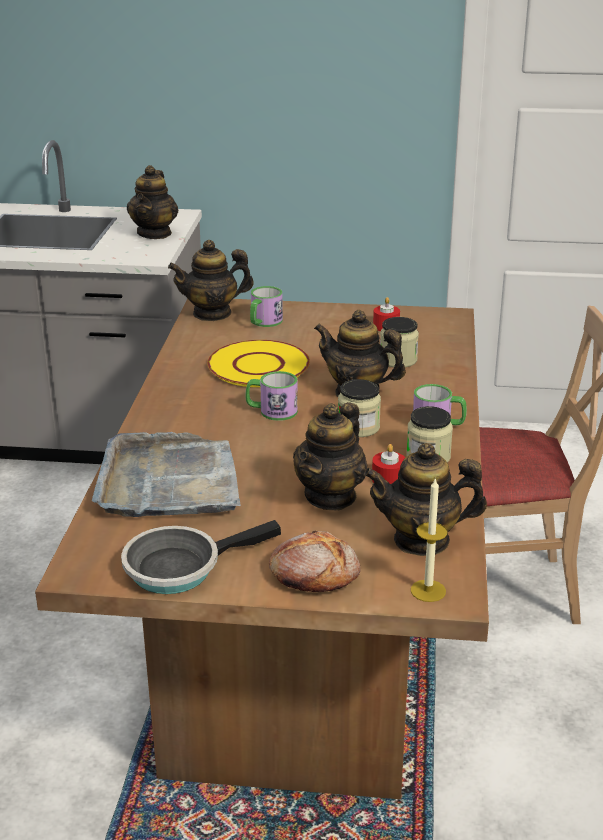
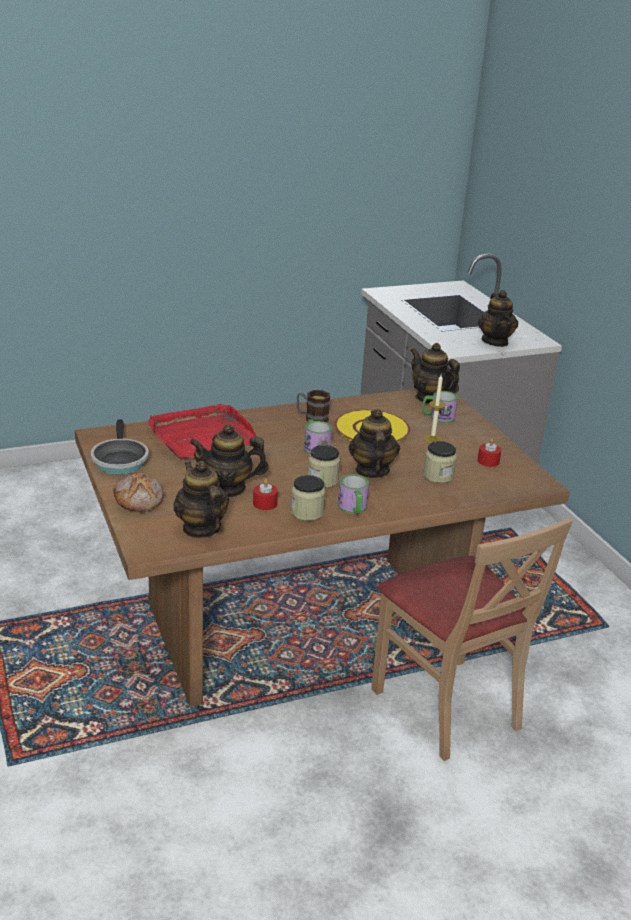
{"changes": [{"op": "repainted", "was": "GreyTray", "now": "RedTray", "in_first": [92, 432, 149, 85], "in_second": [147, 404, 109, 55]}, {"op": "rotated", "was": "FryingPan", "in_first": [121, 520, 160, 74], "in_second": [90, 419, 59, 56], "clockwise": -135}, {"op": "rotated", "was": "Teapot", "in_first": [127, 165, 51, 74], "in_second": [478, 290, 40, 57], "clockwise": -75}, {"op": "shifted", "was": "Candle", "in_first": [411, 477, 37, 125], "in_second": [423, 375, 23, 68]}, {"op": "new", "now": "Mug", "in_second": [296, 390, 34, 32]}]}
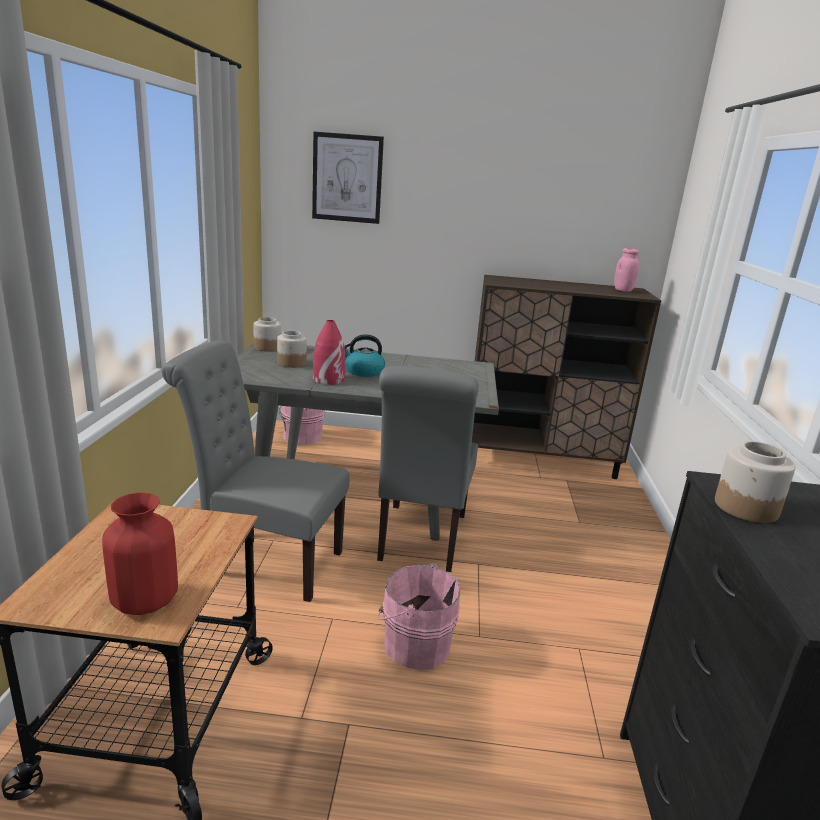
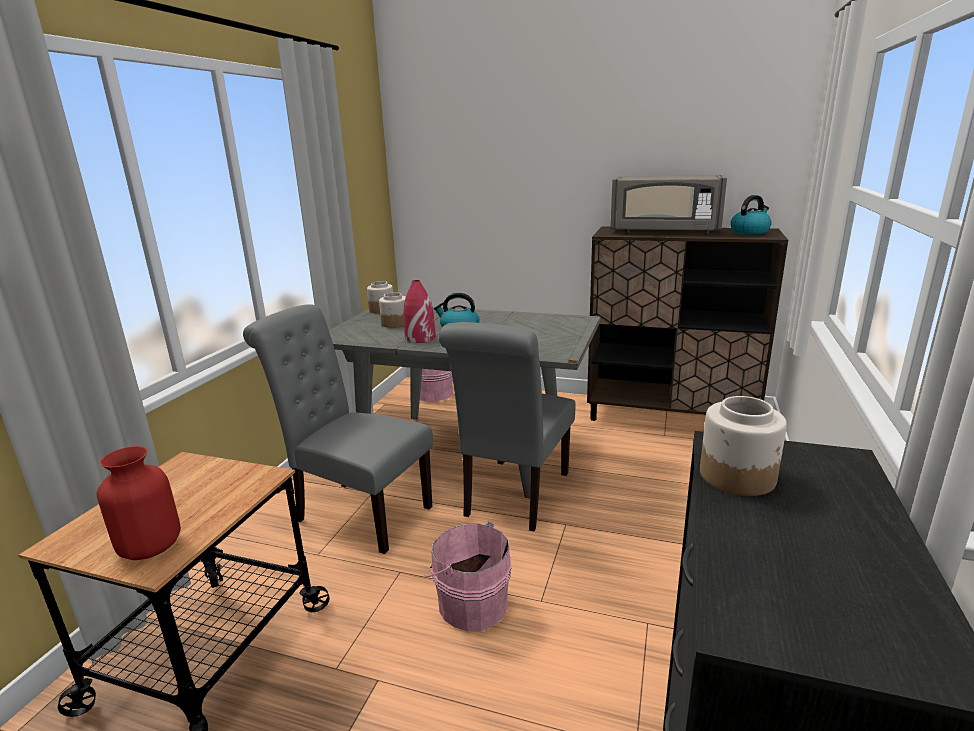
{"changes": [{"op": "gone", "was": "Picture", "in_first": [312, 132, 72, 92]}, {"op": "swapped", "was": "PinkJar", "now": "Kettle", "in_first": [614, 248, 25, 44], "in_second": [730, 195, 42, 40]}, {"op": "new", "now": "GreyMicrowave", "in_second": [610, 175, 117, 59]}]}
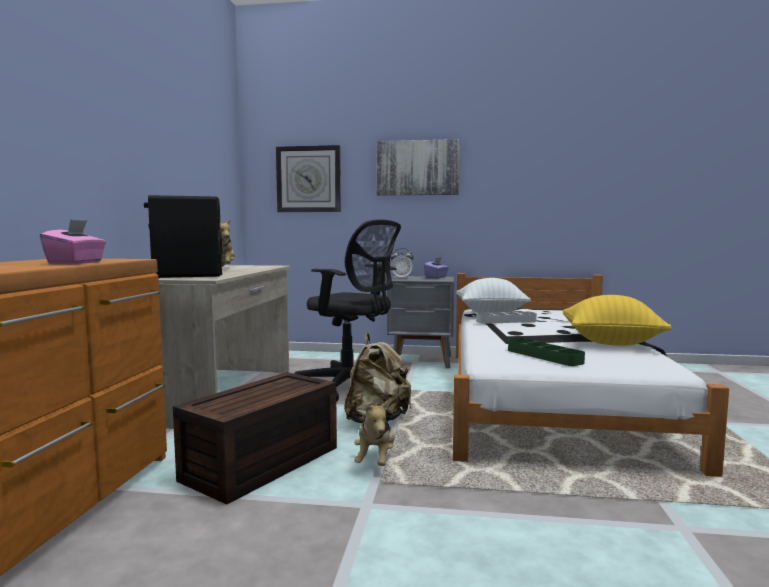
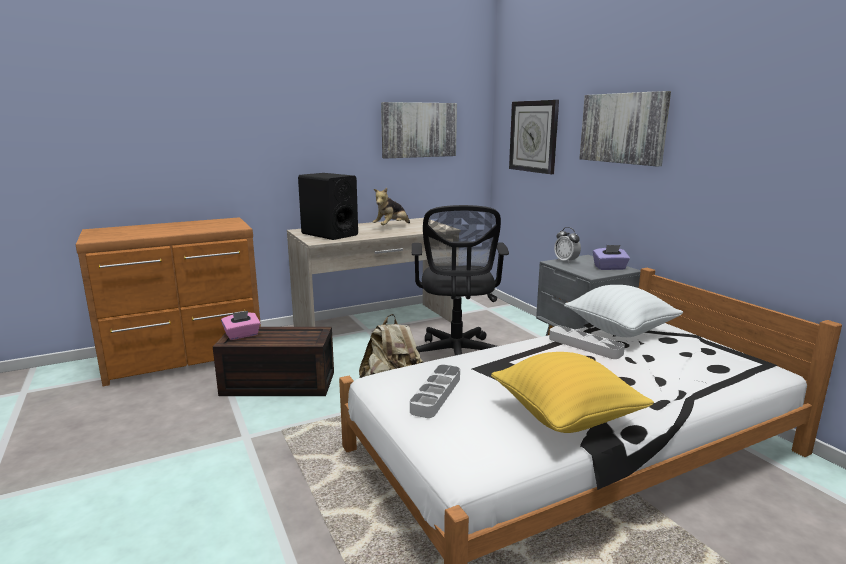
{"changes": [{"op": "shifted", "was": "PinkTissueBox", "in_first": [40, 219, 66, 45], "in_second": [221, 311, 39, 29]}, {"op": "gone", "was": "PlushToy", "in_first": [354, 400, 41, 66]}, {"op": "repainted", "was": "GreenTray", "now": "GreyTray", "in_first": [508, 338, 77, 28], "in_second": [410, 364, 50, 54]}, {"op": "new", "now": "Picture", "in_second": [381, 102, 76, 57]}]}
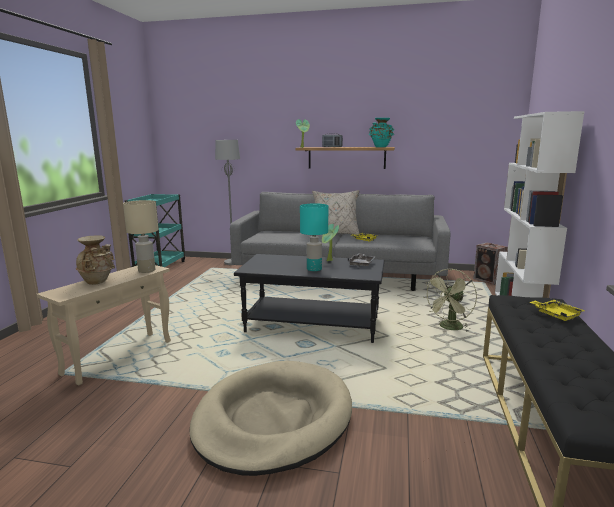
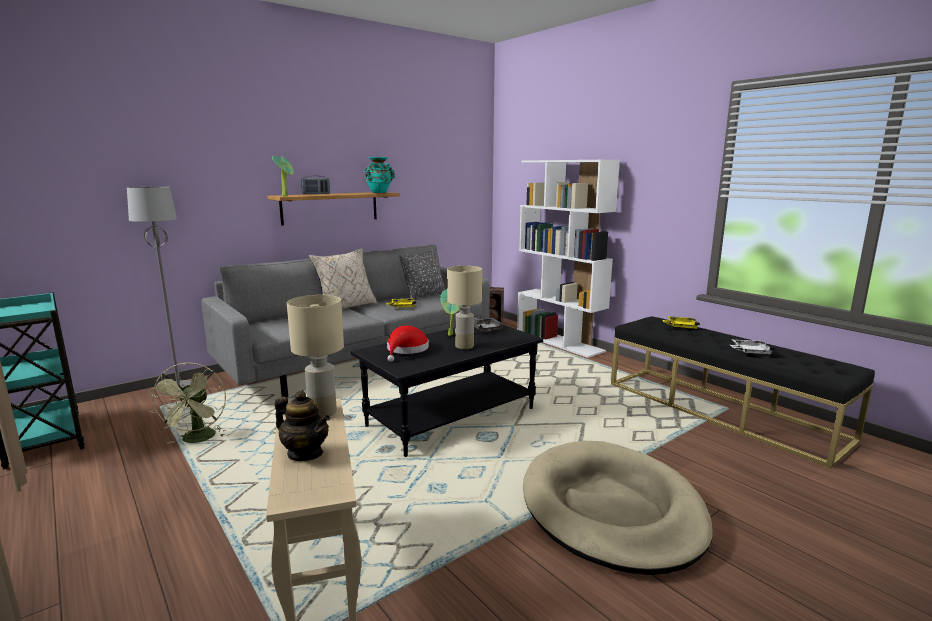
{"changes": [{"op": "swapped", "was": "BeigeVase", "now": "Teapot", "in_first": [76, 235, 39, 50], "in_second": [275, 391, 55, 70]}, {"op": "repainted", "was": "TurquoiseTableLamp", "now": "BeigeTableLamp", "in_first": [300, 203, 28, 68], "in_second": [447, 266, 35, 83]}, {"op": "shifted", "was": "GreenFan", "in_first": [425, 269, 52, 62], "in_second": [148, 362, 78, 82]}, {"op": "new", "now": "RedHat", "in_second": [387, 325, 42, 37]}, {"op": "new", "now": "GreyPillow", "in_second": [400, 249, 45, 52]}, {"op": "new", "now": "WhiteTray", "in_second": [730, 339, 45, 15]}]}
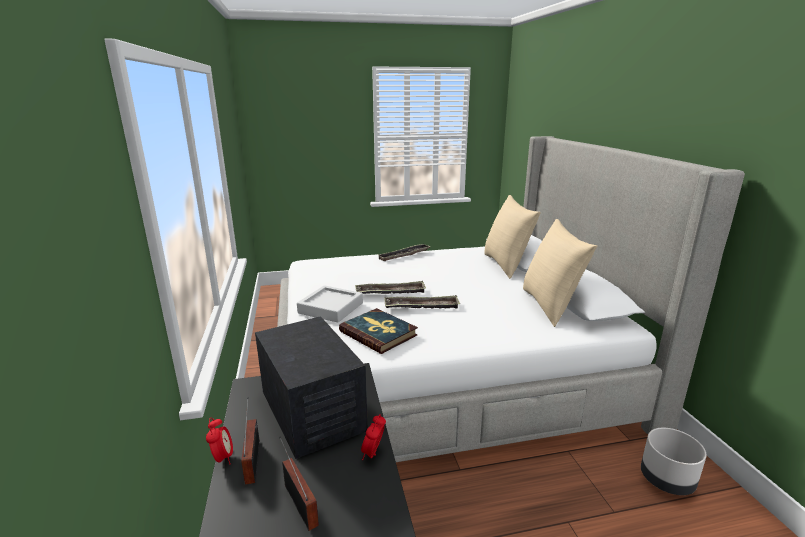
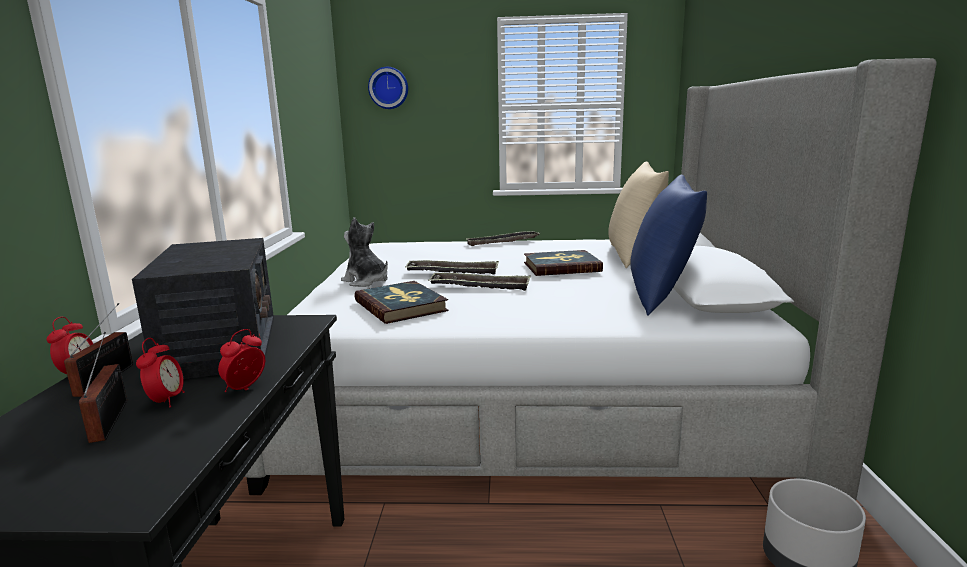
{"changes": [{"op": "swapped", "was": "GreyTray", "now": "PlushToy", "in_first": [297, 285, 66, 38], "in_second": [341, 217, 47, 70]}, {"op": "repainted", "was": "BeigePillow", "now": "BluePillow", "in_first": [523, 219, 74, 108], "in_second": [630, 175, 77, 141]}, {"op": "new", "now": "AlarmClock", "in_second": [136, 338, 49, 70]}, {"op": "new", "now": "WallClock", "in_second": [368, 67, 40, 42]}, {"op": "new", "now": "Book", "in_second": [524, 250, 79, 26]}]}
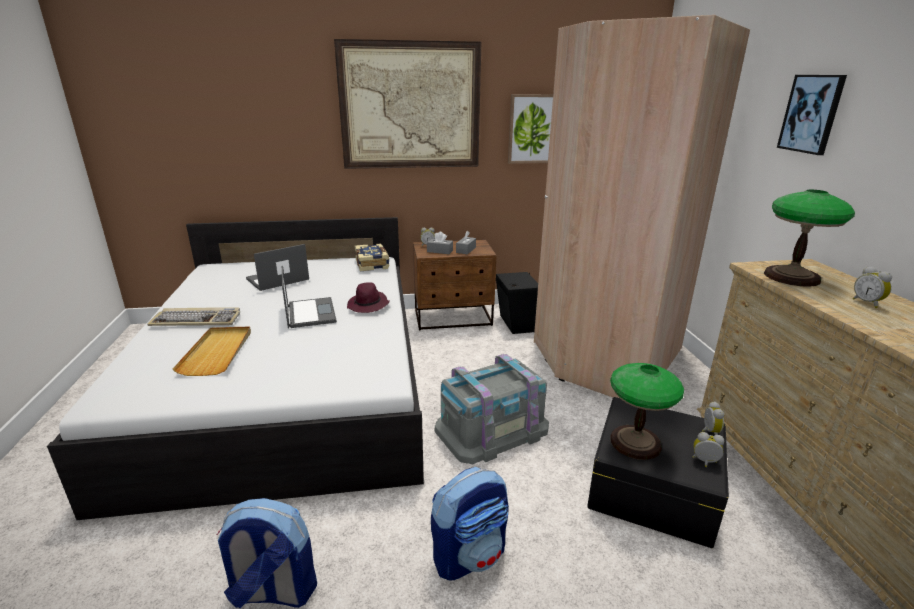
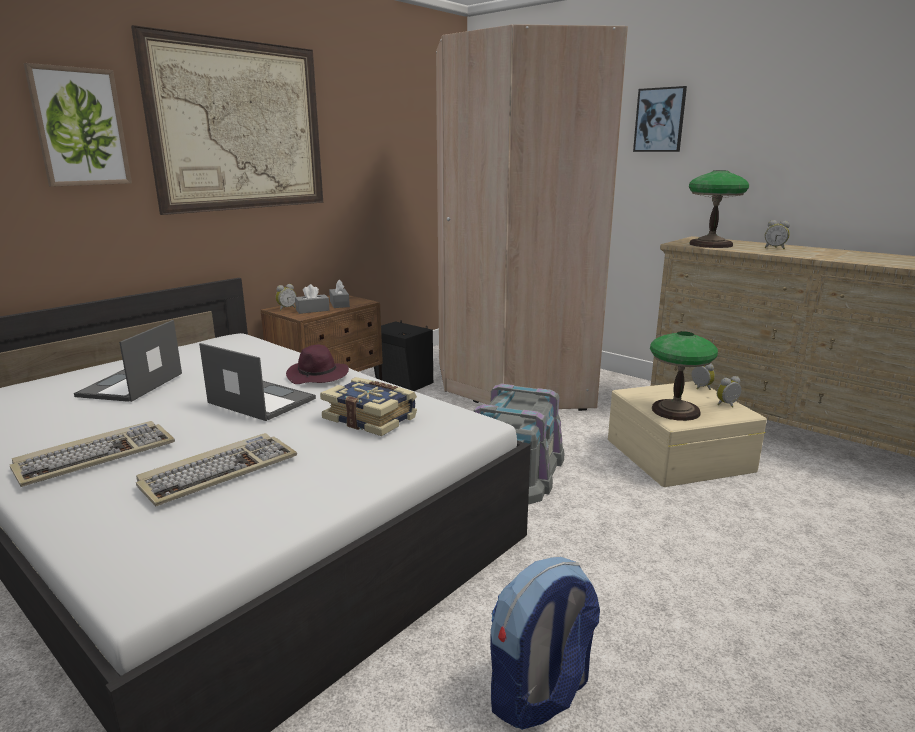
{"changes": [{"op": "swapped", "was": "BeigeTray", "now": "Keyboard", "in_first": [173, 327, 78, 49], "in_second": [136, 433, 161, 74]}, {"op": "shifted", "was": "Book", "in_first": [355, 243, 34, 28], "in_second": [320, 377, 97, 59]}, {"op": "gone", "was": "Backpack", "in_first": [431, 467, 78, 114]}, {"op": "shifted", "was": "Picture", "in_first": [508, 94, 45, 70], "in_second": [24, 63, 108, 124]}, {"op": "repainted", "was": "BlackStorageBox", "now": "BeigeStorageBox", "in_first": [587, 397, 142, 151], "in_second": [608, 381, 159, 106]}]}
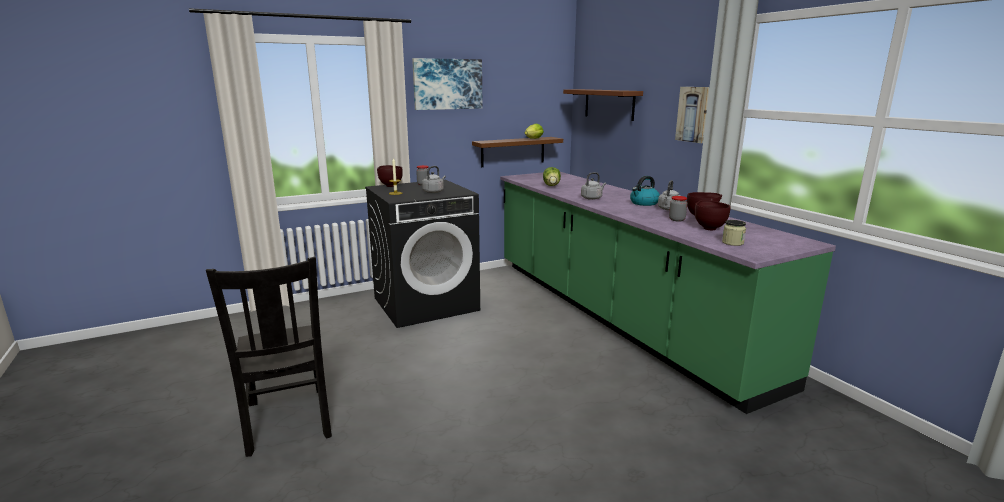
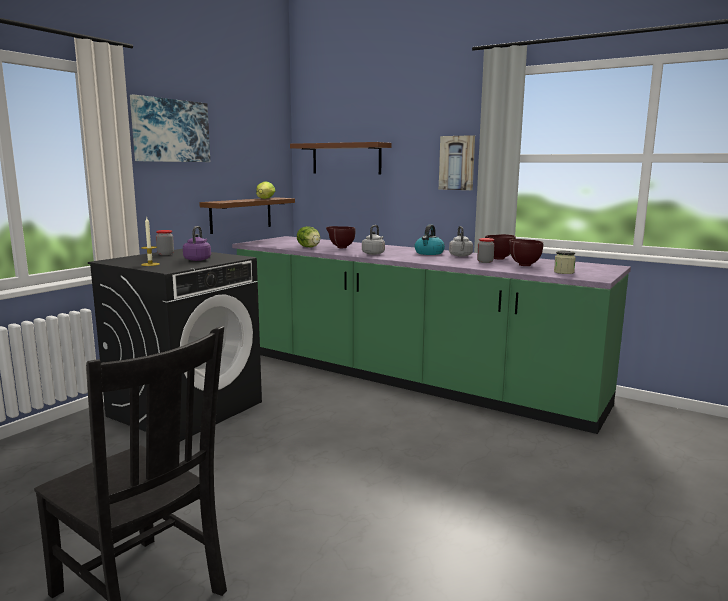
{"changes": [{"op": "shifted", "was": "BrownBowl", "in_first": [377, 165, 26, 22], "in_second": [326, 226, 29, 22]}, {"op": "repainted", "was": "GreyKettle", "now": "PurpleKettle", "in_first": [422, 166, 24, 27], "in_second": [183, 226, 28, 35]}]}
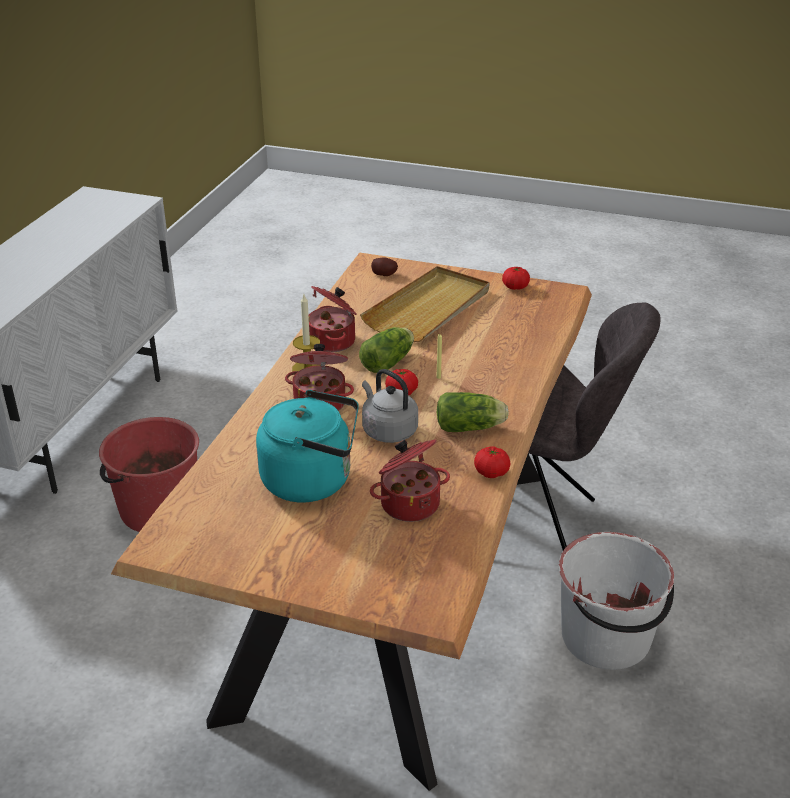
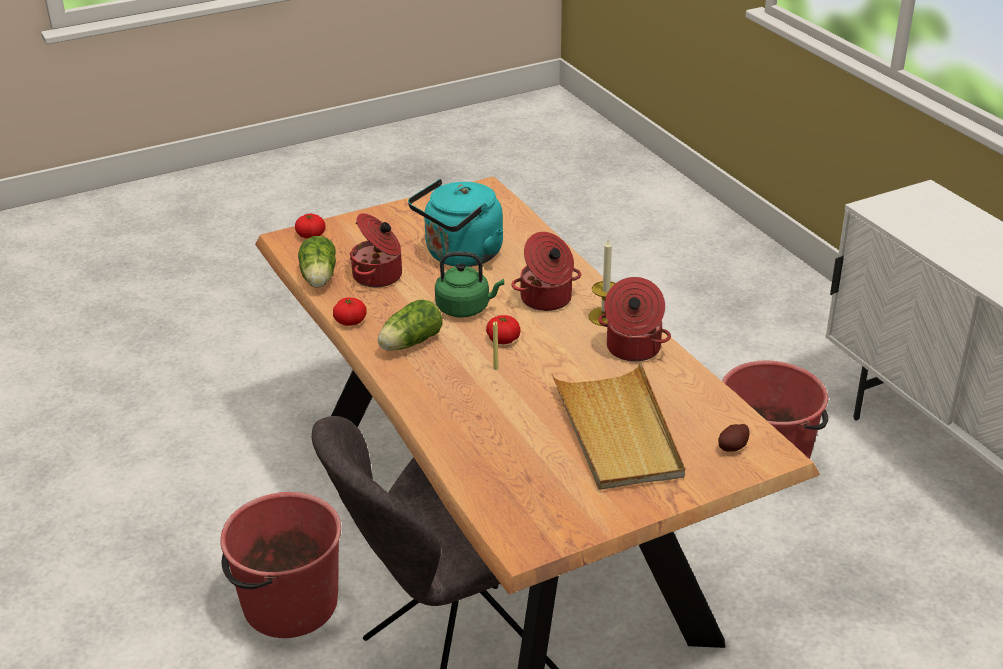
{"changes": [{"op": "shifted", "was": "Lettuce", "in_first": [359, 327, 55, 46], "in_second": [298, 236, 38, 52]}, {"op": "repainted", "was": "GreyKettle", "now": "GreenKettle", "in_first": [362, 369, 56, 74], "in_second": [435, 252, 69, 66]}, {"op": "shifted", "was": "Tomato", "in_first": [502, 267, 28, 23], "in_second": [295, 214, 30, 25]}, {"op": "repainted", "was": "WhiteBucket", "now": "RedBucket", "in_first": [558, 532, 116, 138], "in_second": [220, 492, 121, 146]}]}
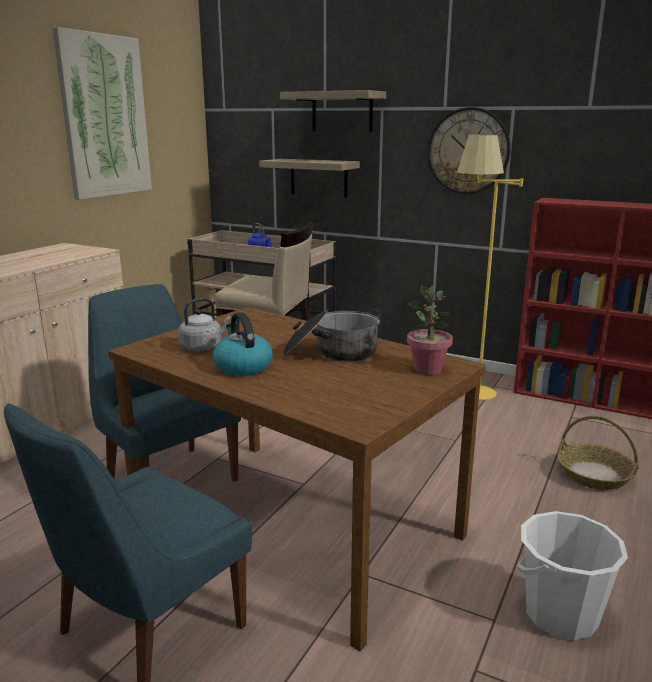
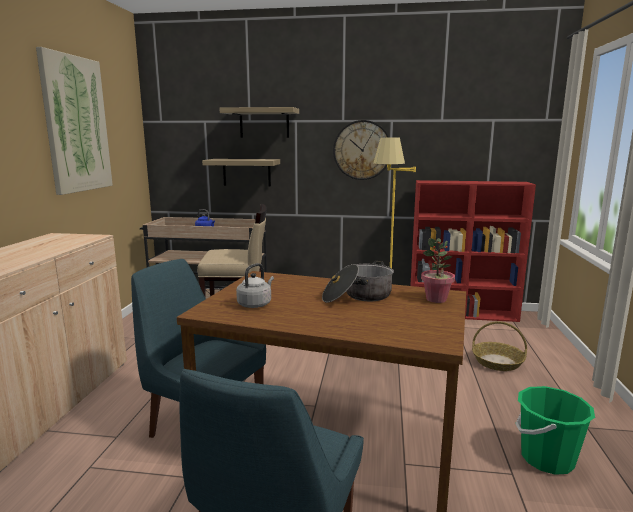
{"changes": [{"op": "gone", "was": "Kettle", "in_first": [213, 312, 60, 64]}, {"op": "repainted", "was": "WhiteBucket", "now": "GreenBucket", "in_first": [517, 511, 111, 129], "in_second": [515, 386, 80, 89]}]}
